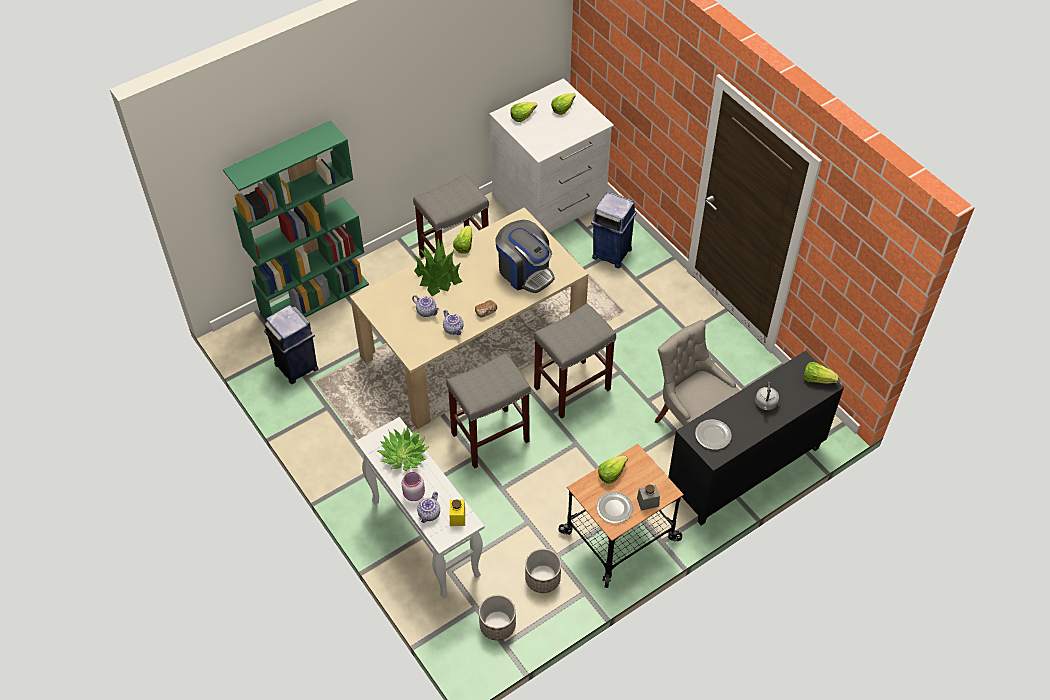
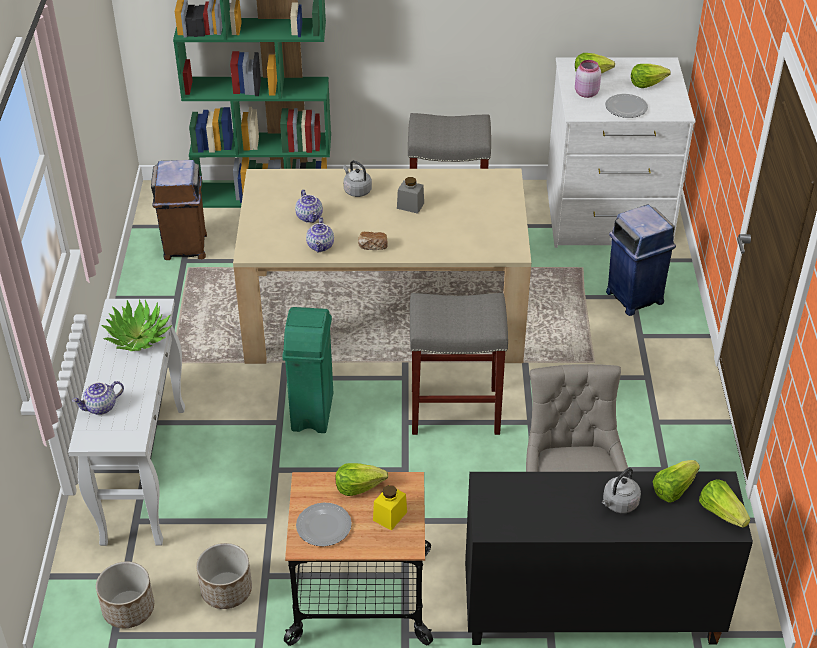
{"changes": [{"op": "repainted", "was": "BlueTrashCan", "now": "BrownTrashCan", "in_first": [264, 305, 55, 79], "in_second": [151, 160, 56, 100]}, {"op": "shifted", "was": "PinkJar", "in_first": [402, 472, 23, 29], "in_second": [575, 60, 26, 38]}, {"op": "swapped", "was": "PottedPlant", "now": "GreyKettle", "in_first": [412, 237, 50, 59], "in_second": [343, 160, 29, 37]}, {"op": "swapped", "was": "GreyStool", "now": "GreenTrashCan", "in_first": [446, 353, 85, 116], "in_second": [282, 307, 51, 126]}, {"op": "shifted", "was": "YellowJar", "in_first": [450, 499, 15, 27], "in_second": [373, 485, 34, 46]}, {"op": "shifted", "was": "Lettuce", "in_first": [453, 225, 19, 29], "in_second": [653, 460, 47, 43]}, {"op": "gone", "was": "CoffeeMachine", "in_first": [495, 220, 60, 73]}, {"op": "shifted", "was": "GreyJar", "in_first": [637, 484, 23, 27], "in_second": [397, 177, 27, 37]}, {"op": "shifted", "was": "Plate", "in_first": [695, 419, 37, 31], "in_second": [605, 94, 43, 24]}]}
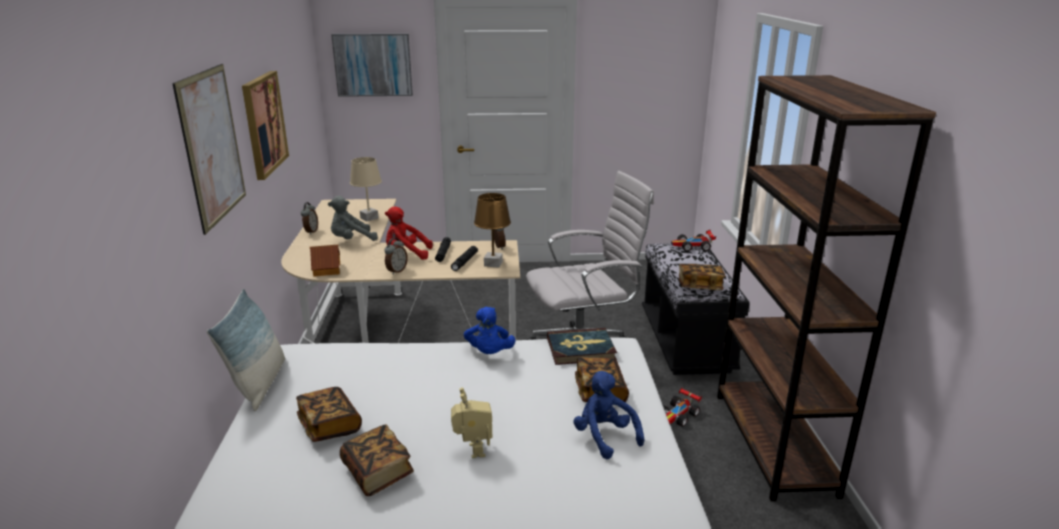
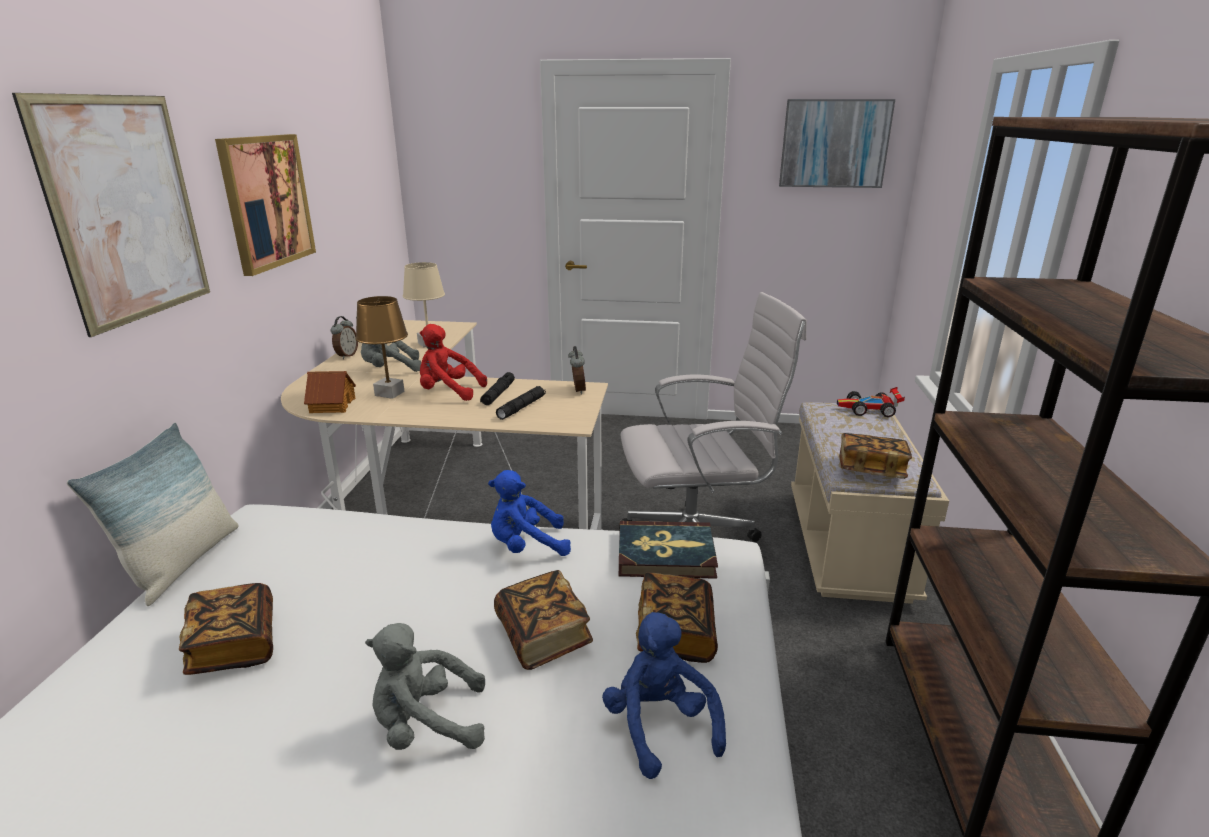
{"changes": [{"op": "shifted", "was": "Picture", "in_first": [331, 33, 82, 64], "in_second": [779, 99, 116, 89]}, {"op": "shifted", "was": "Book", "in_first": [340, 424, 74, 72], "in_second": [494, 570, 99, 100]}, {"op": "gone", "was": "AlarmClock", "in_first": [384, 238, 24, 37]}, {"op": "swapped", "was": "ToyRobot", "now": "GreyPlushToy", "in_first": [451, 388, 41, 71], "in_second": [365, 623, 120, 127]}, {"op": "rotated", "was": "BluePlushToy", "in_first": [464, 307, 52, 47], "in_second": [488, 470, 83, 86], "clockwise": 75}, {"op": "shifted", "was": "BrownTableLamp", "in_first": [474, 193, 37, 75], "in_second": [355, 296, 53, 103]}, {"op": "repainted", "was": "BlackBench", "now": "BeigeBench", "in_first": [642, 243, 108, 132], "in_second": [791, 402, 158, 202]}, {"op": "gone", "was": "ToyCar", "in_first": [663, 387, 39, 40]}]}
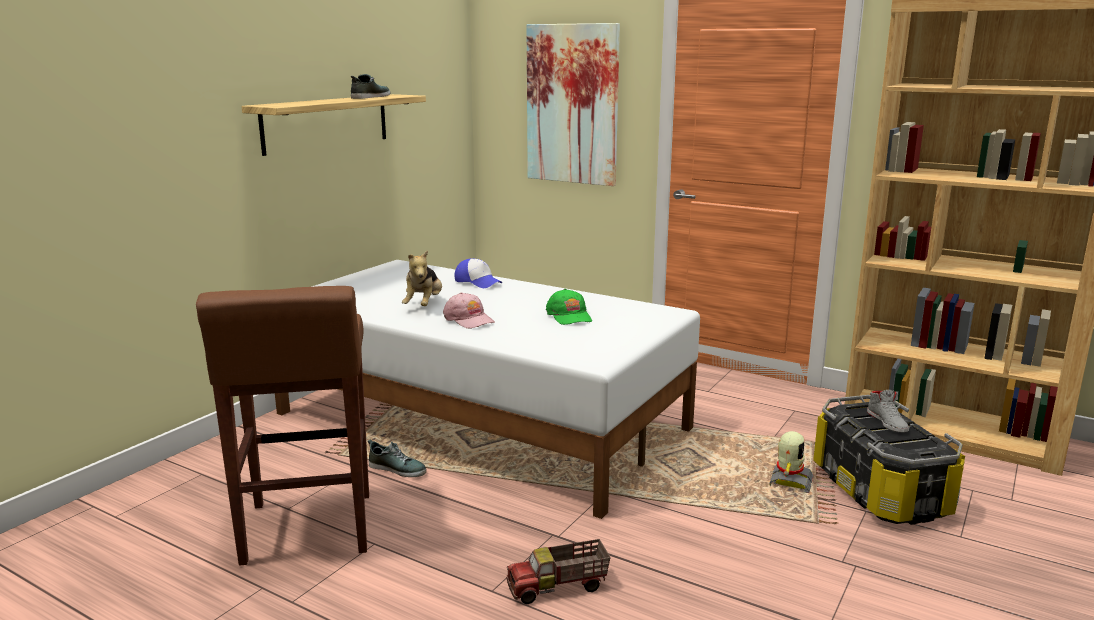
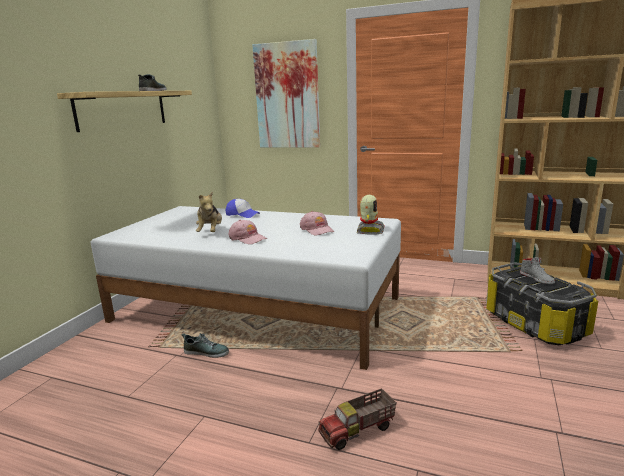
{"changes": [{"op": "gone", "was": "BrownStool", "in_first": [196, 286, 173, 280]}, {"op": "repainted", "was": "GreenCap", "now": "PinkCap", "in_first": [546, 289, 46, 36], "in_second": [300, 211, 34, 25]}, {"op": "shifted", "was": "ToyRobot", "in_first": [769, 431, 44, 62], "in_second": [357, 195, 27, 39]}]}
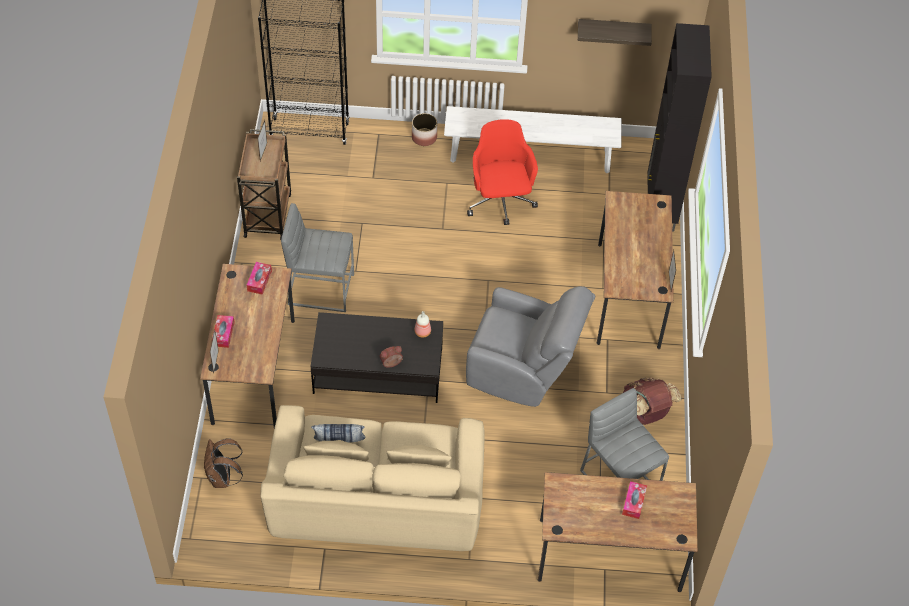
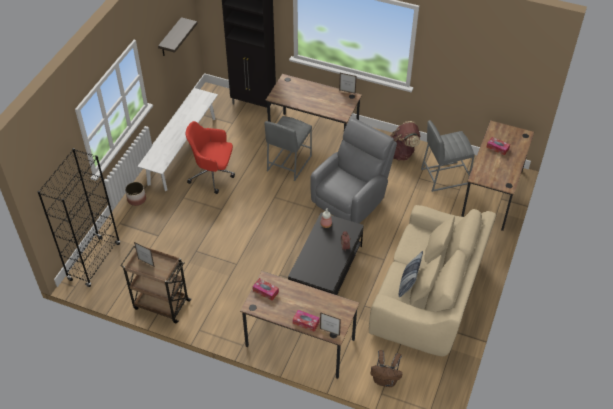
{"changes": [{"op": "shifted", "was": "GreyStool", "in_first": [281, 203, 73, 109], "in_second": [265, 116, 47, 65]}]}
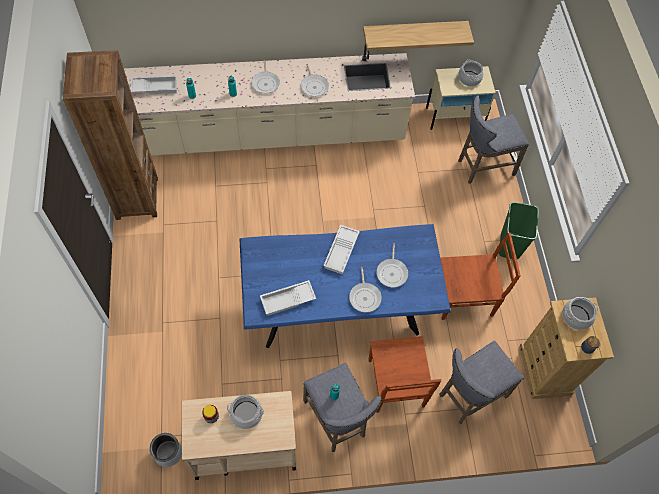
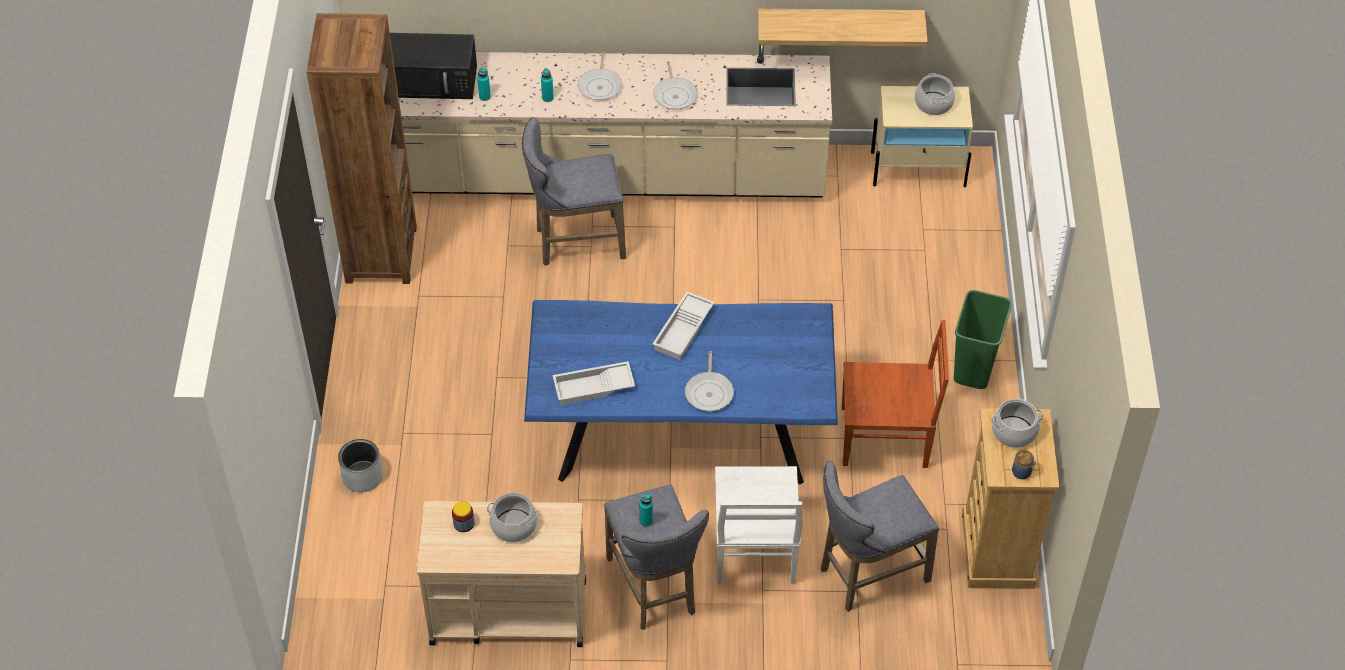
{"changes": [{"op": "swapped", "was": "WhiteTray", "now": "BlackMicrowave", "in_first": [131, 76, 46, 18], "in_second": [390, 33, 87, 66]}, {"op": "shifted", "was": "GreyPlanter", "in_first": [150, 433, 32, 34], "in_second": [338, 439, 45, 53]}, {"op": "repainted", "was": "BrownChair", "now": "WhiteChair", "in_first": [368, 336, 73, 77], "in_second": [715, 466, 87, 118]}, {"op": "gone", "was": "FryingPan", "in_first": [376, 244, 32, 43]}, {"op": "shifted", "was": "GreyStool", "in_first": [458, 96, 71, 88], "in_second": [522, 117, 104, 149]}]}
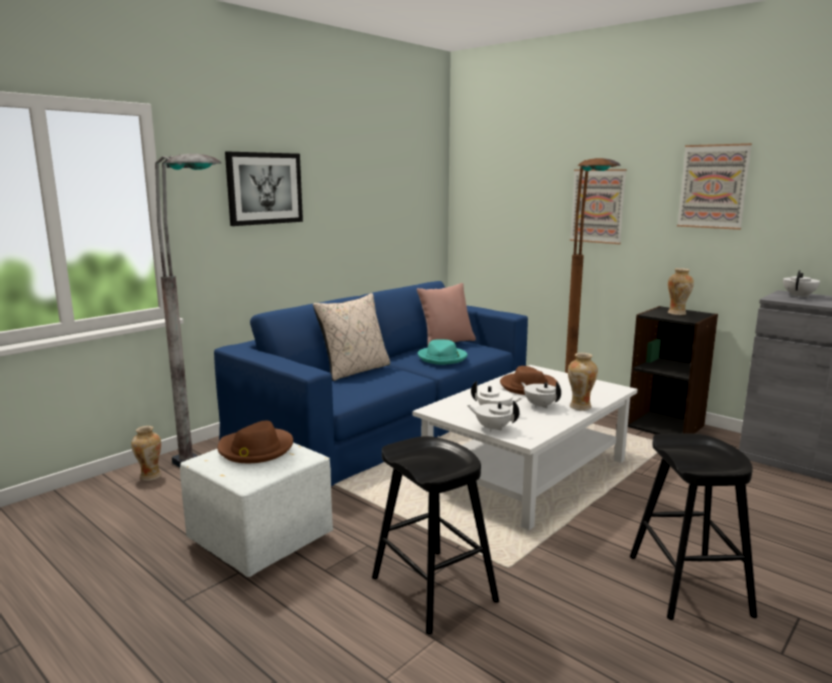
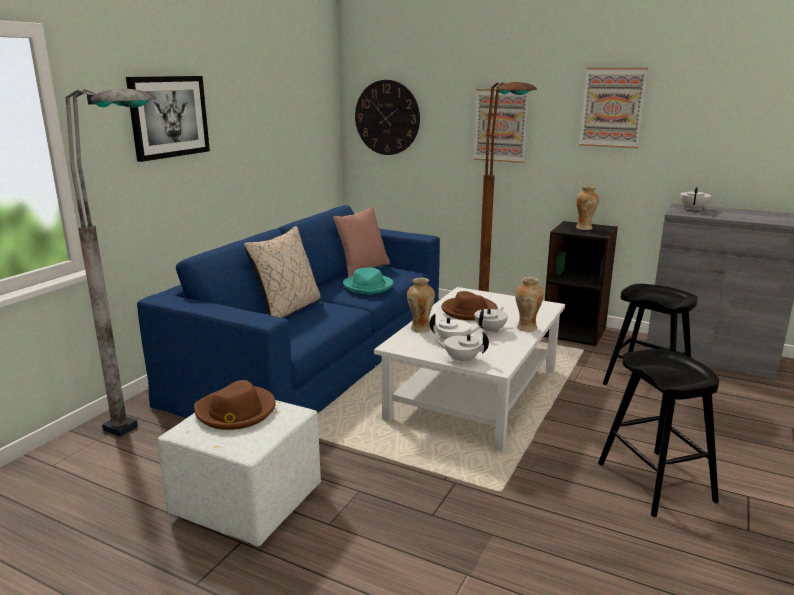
{"changes": [{"op": "shifted", "was": "Vase", "in_first": [131, 426, 30, 55], "in_second": [407, 278, 28, 55]}, {"op": "shifted", "was": "BlackStool", "in_first": [372, 436, 127, 199], "in_second": [603, 284, 95, 101]}, {"op": "rotated", "was": "WhiteTeapot", "in_first": [521, 382, 40, 26], "in_second": [475, 307, 33, 26], "clockwise": 90}, {"op": "new", "now": "WallClock", "in_second": [355, 80, 65, 75]}]}
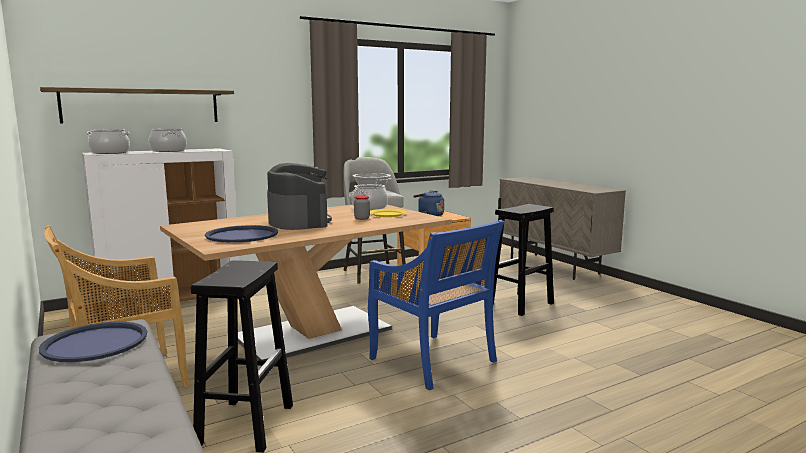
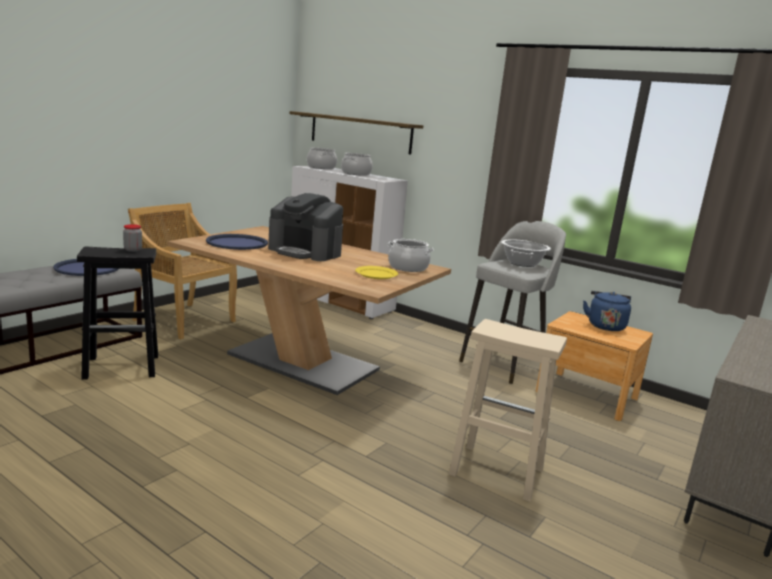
{"changes": [{"op": "rotated", "was": "CoffeeMachine", "in_first": [267, 163, 65, 67], "in_second": [268, 193, 75, 68], "clockwise": 75}, {"op": "shifted", "was": "Jar", "in_first": [354, 196, 16, 24], "in_second": [123, 224, 19, 28]}, {"op": "gone", "was": "BlueChair", "in_first": [368, 220, 136, 170]}, {"op": "repainted", "was": "BlackStool", "now": "BeigeStool", "in_first": [493, 204, 61, 112], "in_second": [449, 319, 118, 183]}]}
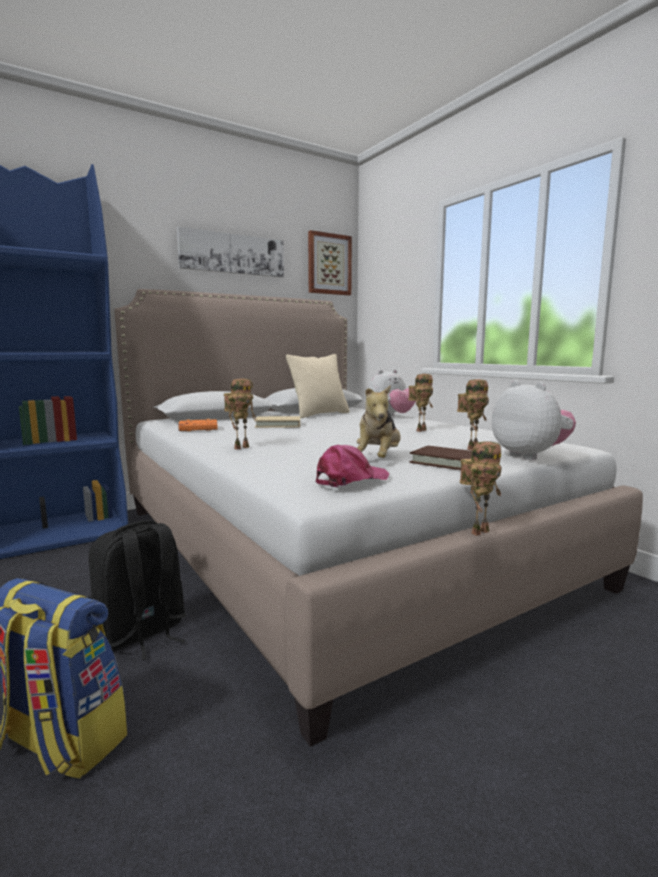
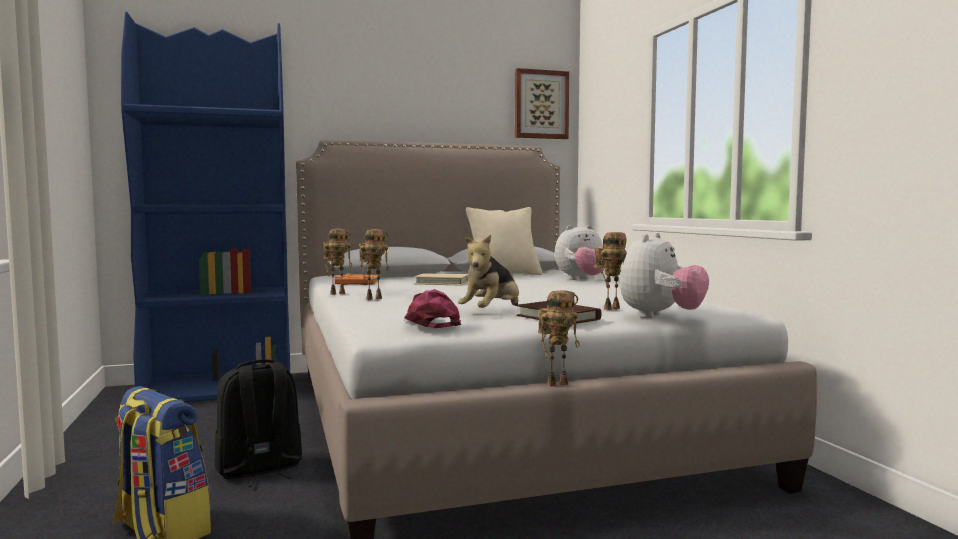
{"changes": [{"op": "gone", "was": "Picture", "in_first": [177, 227, 107, 51]}, {"op": "rotated", "was": "PinkCap", "in_first": [316, 445, 73, 42], "in_second": [404, 289, 57, 39], "clockwise": -90}, {"op": "shifted", "was": "ToyRobot", "in_first": [408, 374, 25, 58], "in_second": [323, 228, 30, 67]}, {"op": "rotated", "was": "PlushToy", "in_first": [492, 381, 84, 79], "in_second": [620, 233, 89, 85], "clockwise": 45}]}
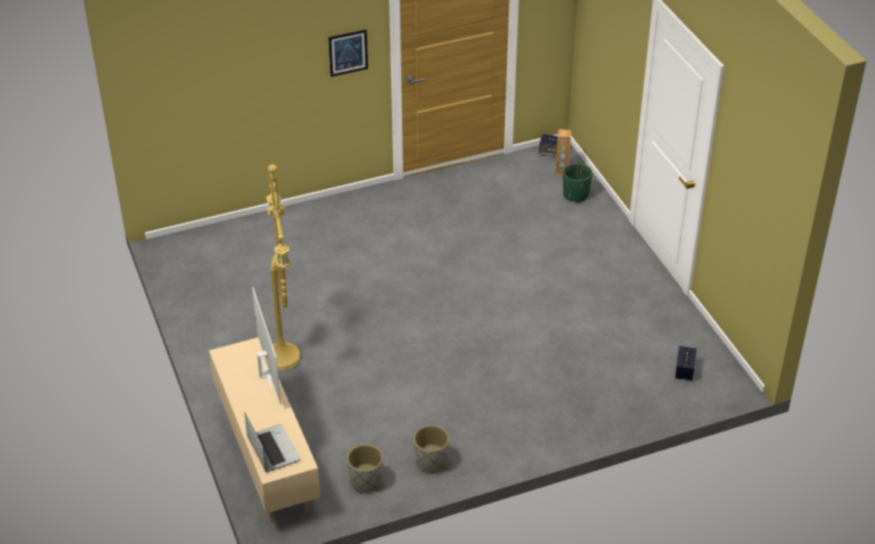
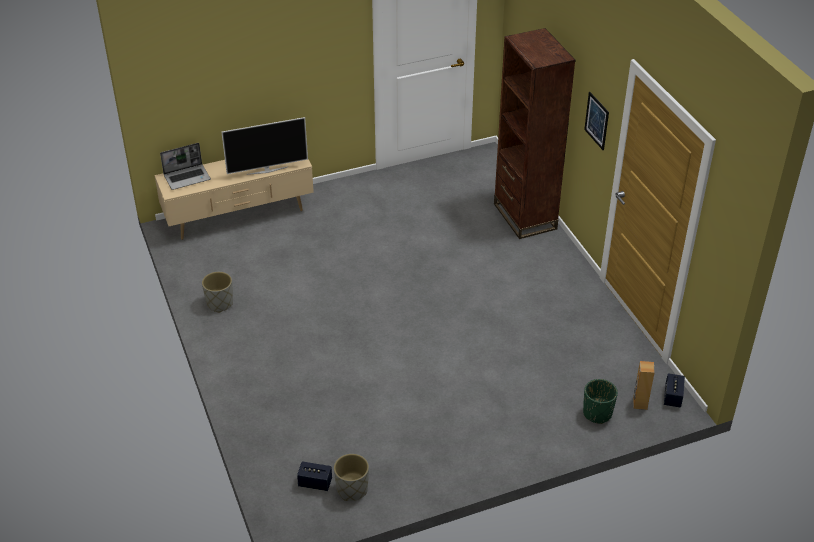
{"changes": [{"op": "gone", "was": "YellowFloorLamp", "in_first": [266, 164, 34, 207]}, {"op": "shifted", "was": "GreyPlanter", "in_first": [347, 444, 36, 49], "in_second": [334, 454, 35, 47]}, {"op": "new", "now": "BrownBookcase", "in_second": [494, 28, 82, 211]}]}
